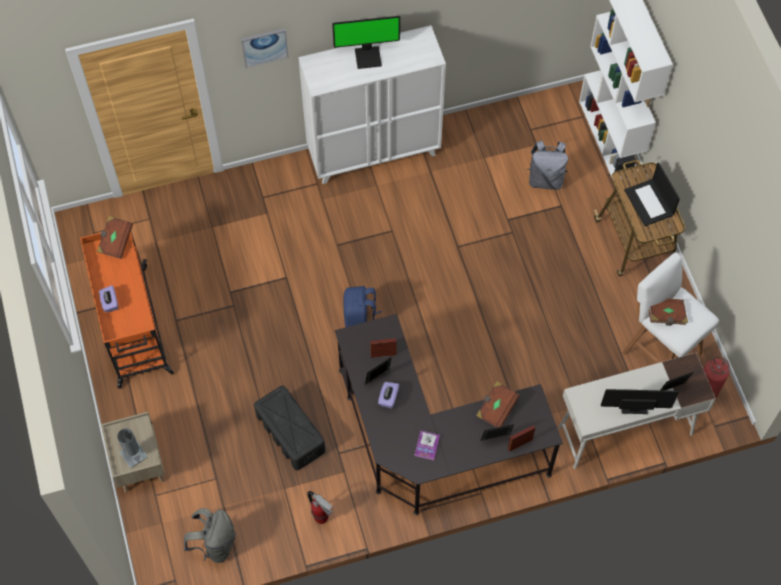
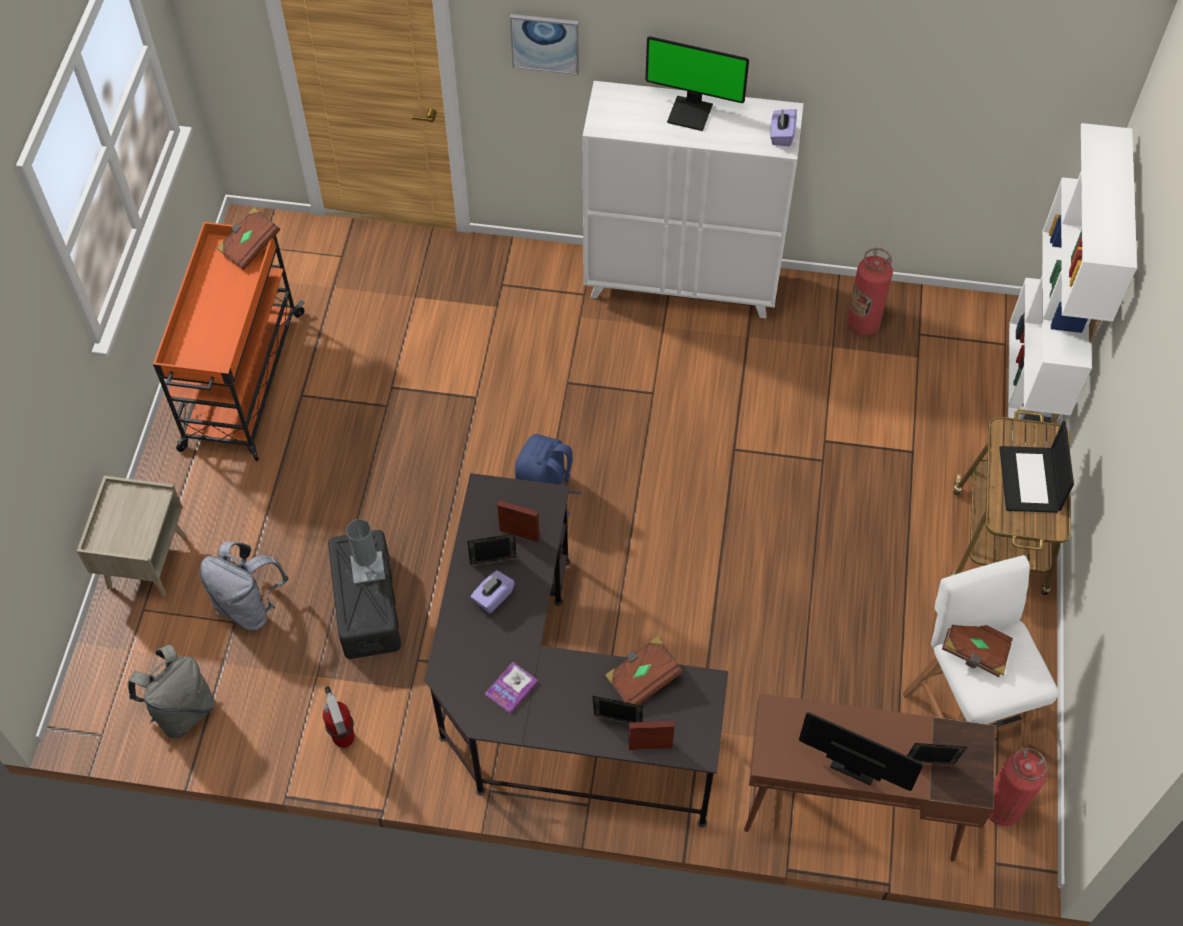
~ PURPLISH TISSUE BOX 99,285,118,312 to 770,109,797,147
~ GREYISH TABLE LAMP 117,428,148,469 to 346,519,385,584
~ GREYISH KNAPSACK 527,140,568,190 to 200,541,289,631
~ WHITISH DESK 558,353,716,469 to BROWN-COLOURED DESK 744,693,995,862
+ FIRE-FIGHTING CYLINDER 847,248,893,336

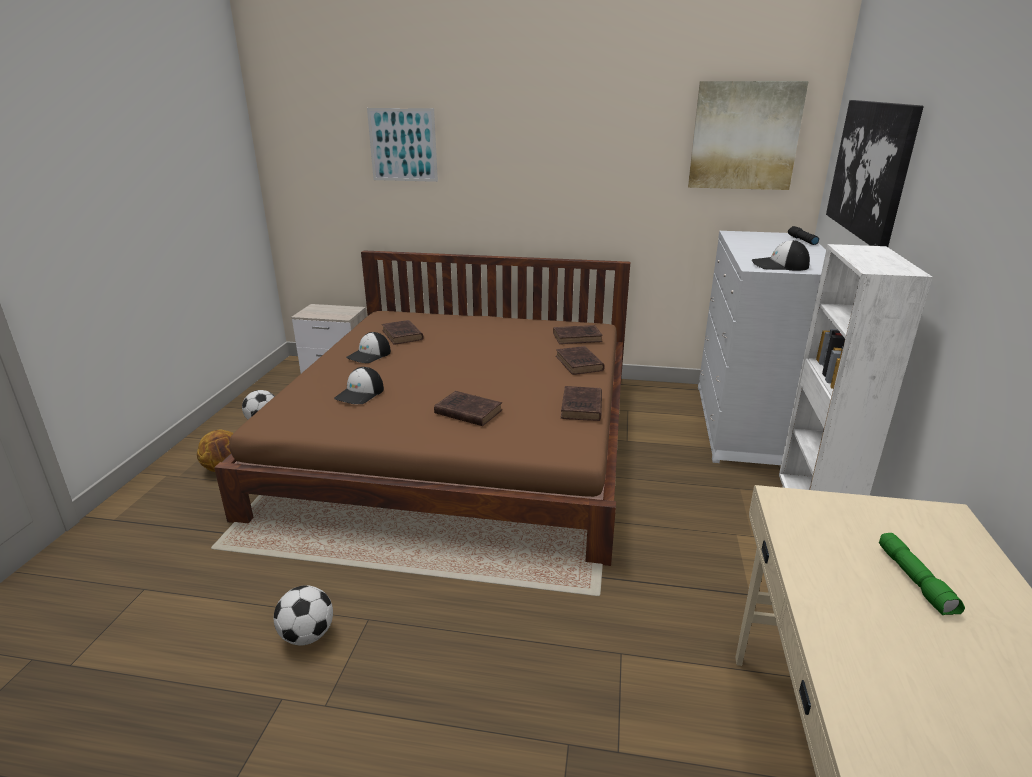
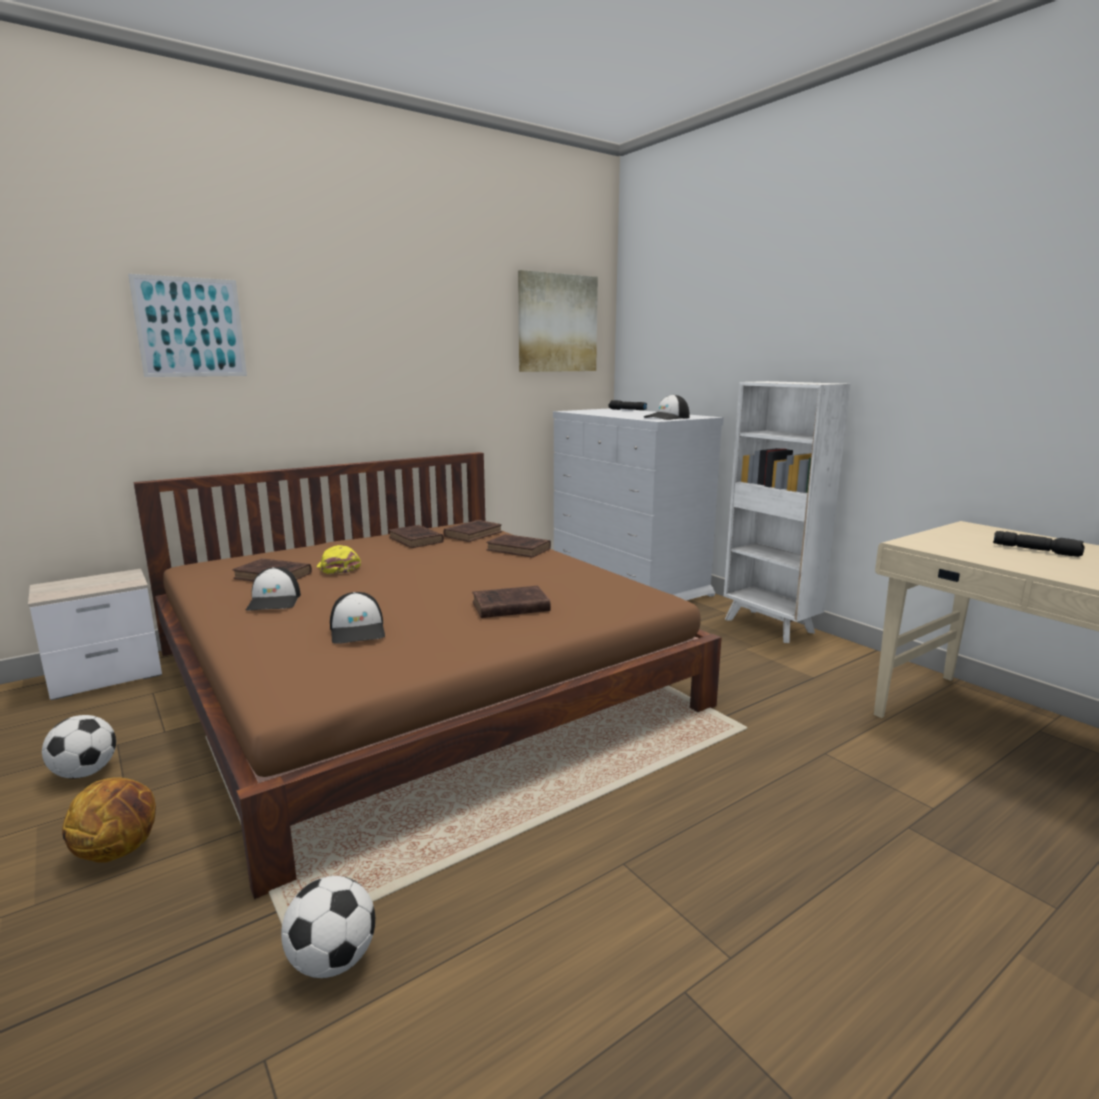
~ FOOTBALL BALL 274,585,333,645 to 281,876,375,978
~ BROWN-COLOURED VOLUME 561,386,602,421 to 389,525,444,548
- PICTURE 826,100,924,247
~ GREEN-COLOURED TORCH 879,533,965,615 to BLACKISH TORCH 993,531,1085,557
+ YELLOW CAP 317,545,361,574

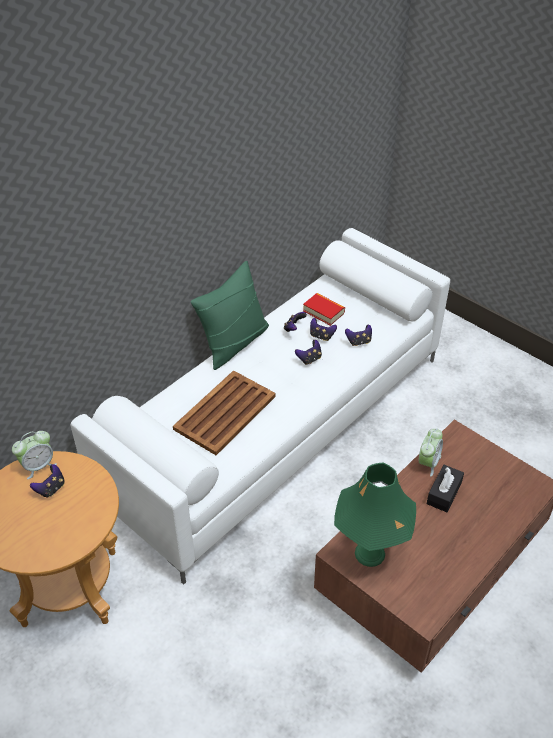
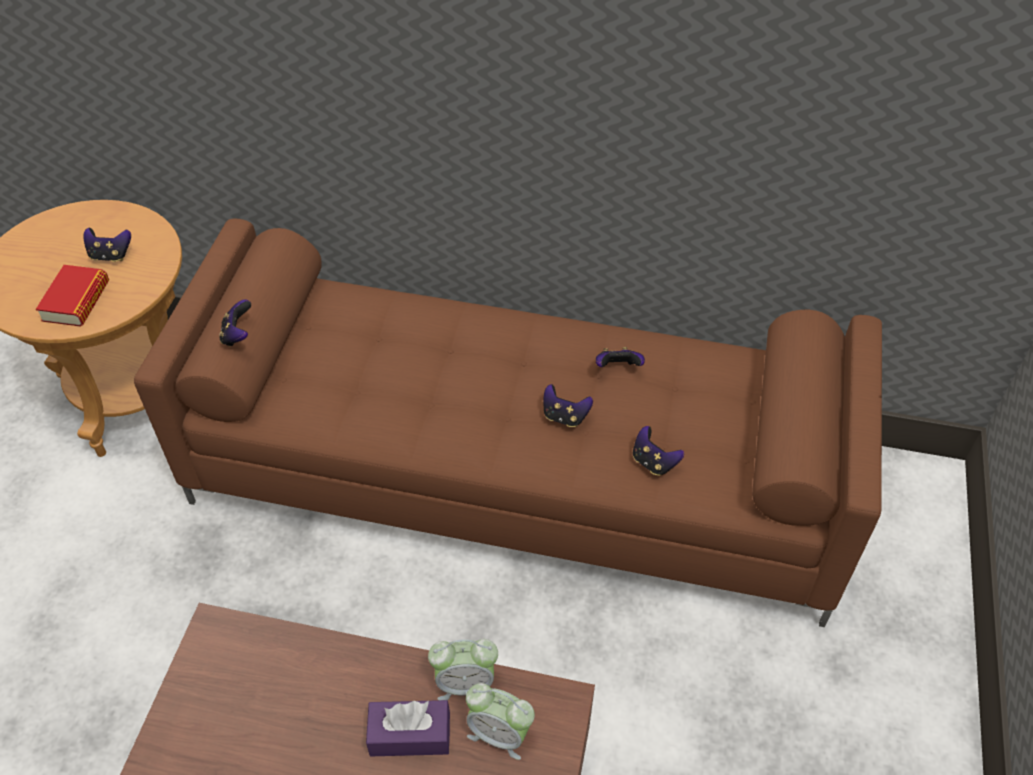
~ TABLE CLOCK 12,431,57,479 to 466,683,535,760
~ WHITISH SETTEE 71,228,450,585 to BROWN-COLOURED SETTEE 134,218,882,627
- BROWN-COLOURED CARRYING TRAY 173,370,276,455
- GREEN-COLOURED CUSHION 191,261,269,370
~ VOLUME 303,293,345,326 to 36,265,109,327
~ JOYPAD 310,318,337,341 to 219,299,251,347
- GREEN-COLOURED TABLE LAMP 334,463,416,567
~ BLACKISH TISSUE BOX 427,465,464,512 to PURPLISH TISSUE BOX 366,700,450,757

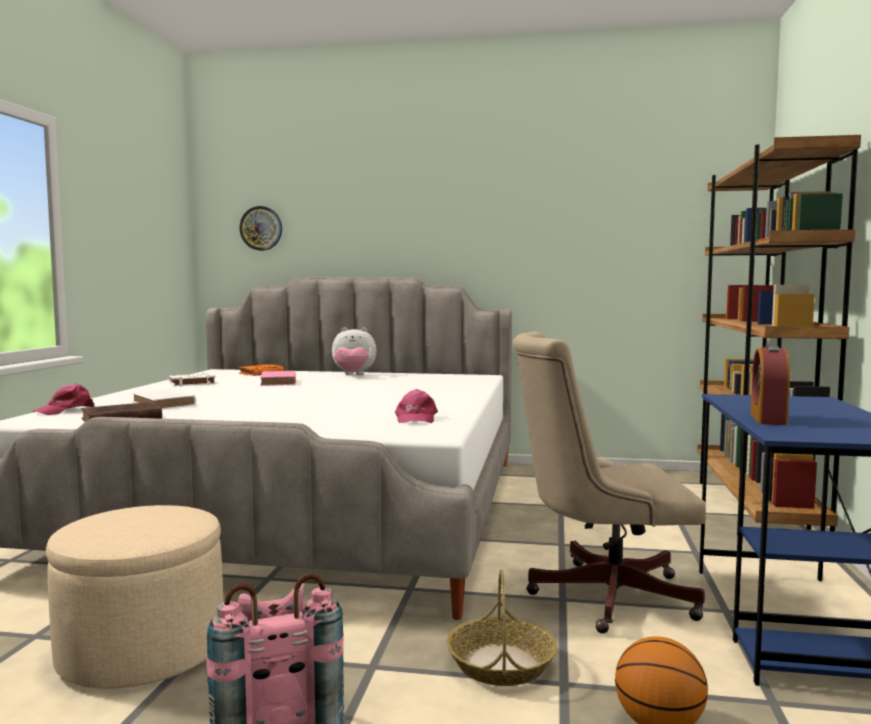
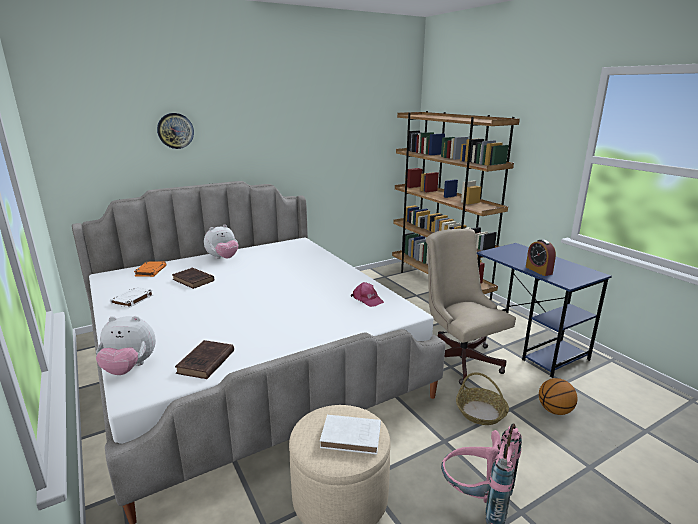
~ PINK CAP 32,383,95,415 to SOFT TOY 96,316,156,375
~ WHITISH VOLUME 132,389,196,409 to 320,415,381,455
~ WALL CLOCK 239,206,282,251 to 157,113,194,149
~ PINK VOLUME 260,371,296,386 to BROWN-COLOURED VOLUME 172,268,214,289
~ BEIGE-COLOURED COMPUTER CHAIR 513,332,706,634 = 426,229,516,385 105 degrees clockwise

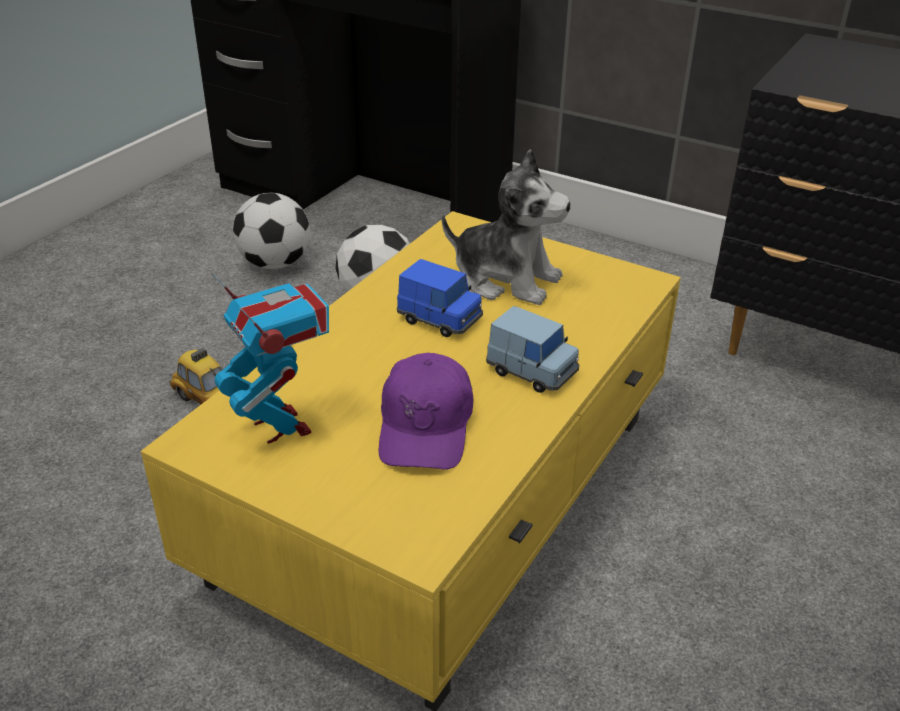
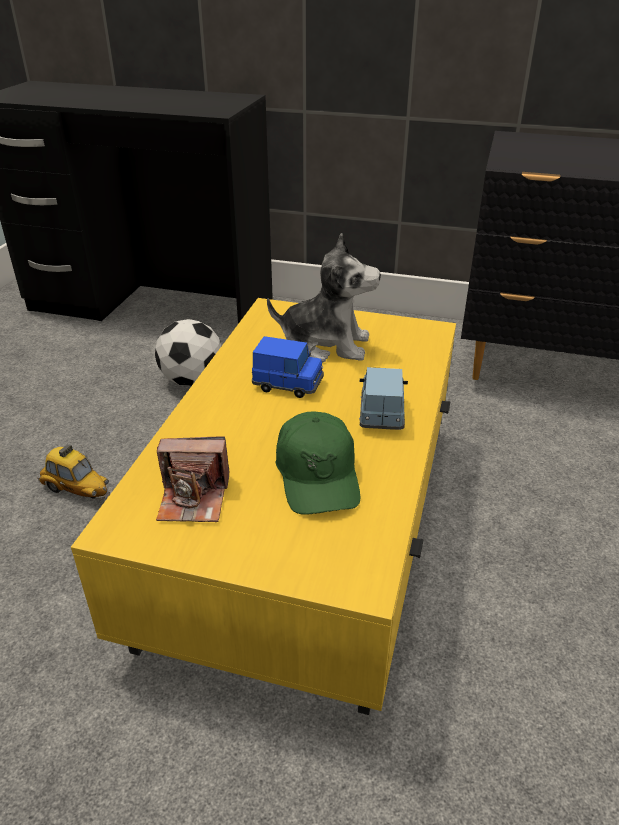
~ ROBOT FIGURE 211,272,329,444 to PHOTO CAMERA 156,436,229,522
- FOOTBALL BALL 233,193,310,269
~ PURPLISH CAP 379,353,474,469 to GREEN-COLOURED CAP 276,411,360,515
~ BLUE-COLOURED TOY CAR 486,306,579,393 = 359,367,408,430 105 degrees counterclockwise

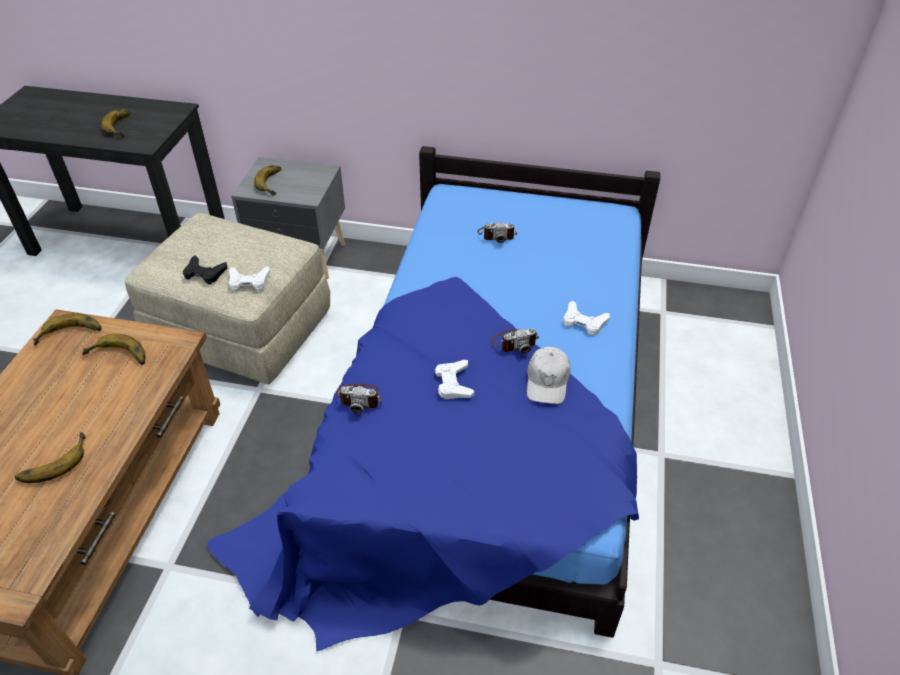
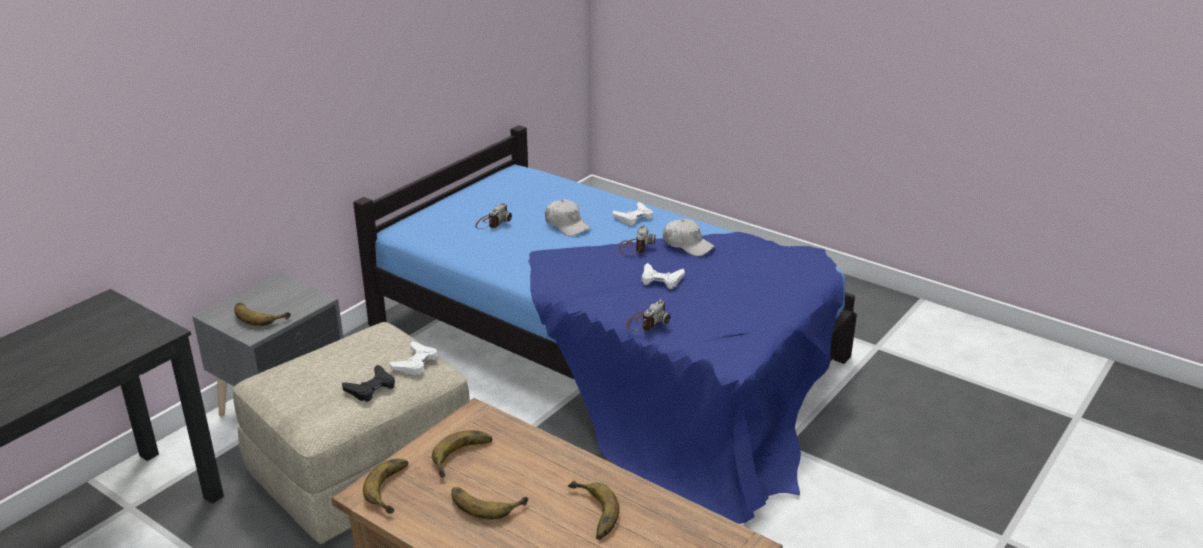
~ BANANA 101,109,131,138 to 451,487,529,519
+ WHITISH CAP 545,200,591,236

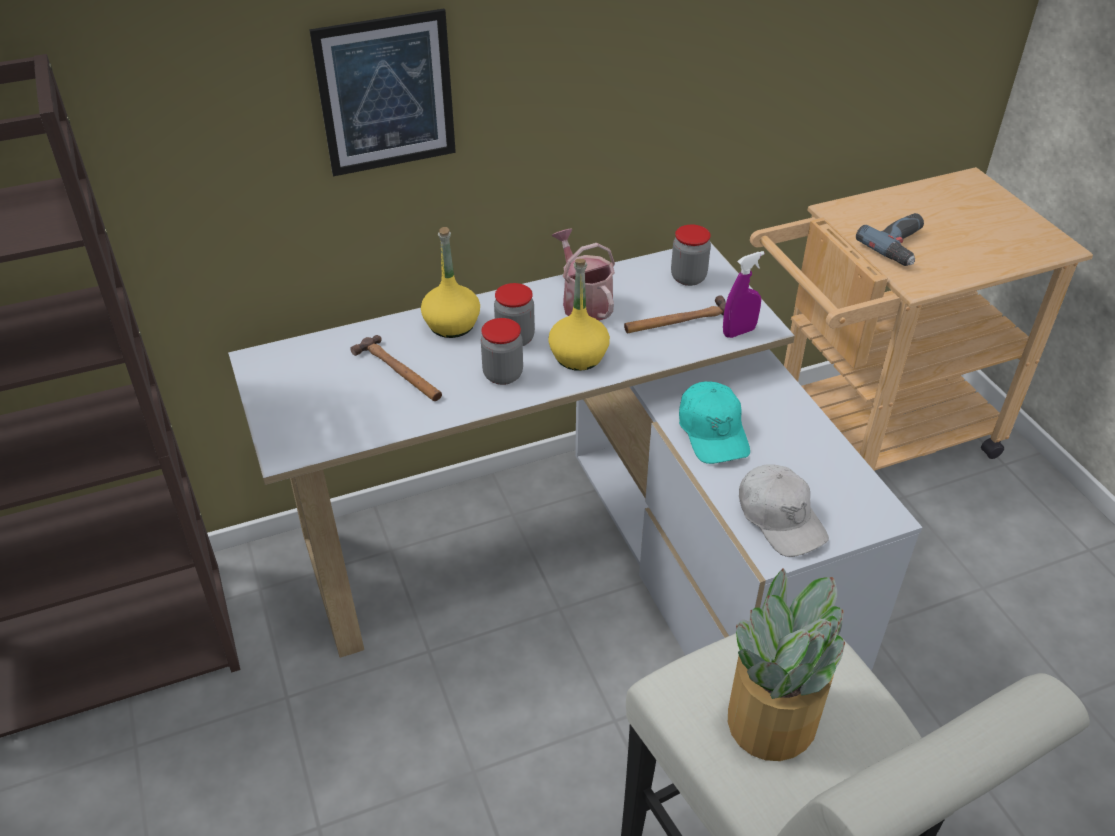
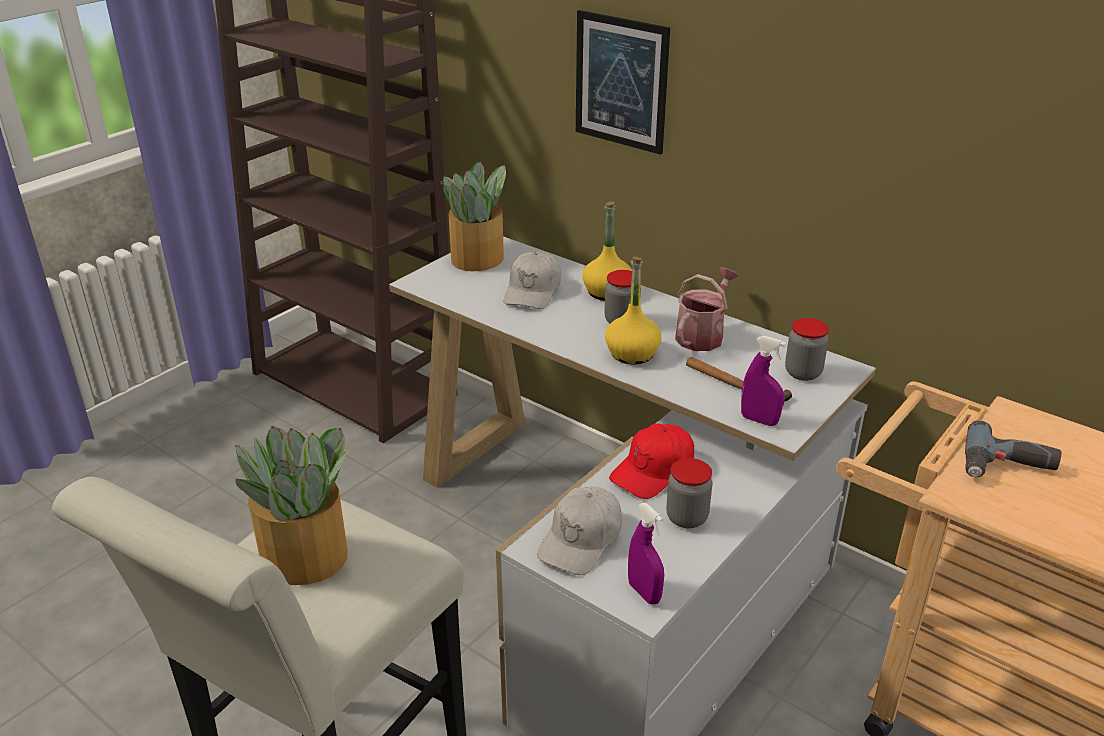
~ HAND HAMMER 350,335,442,401 to WHITISH CAP 503,252,561,309
~ JAR 481,318,523,385 to 666,458,712,528
~ TURQUOISE CAP 679,382,750,464 to REDDISH CAP 609,423,694,499
+ HOUSEPLANT 443,161,506,271
+ PURPLISH SPRAYER 628,503,664,605

